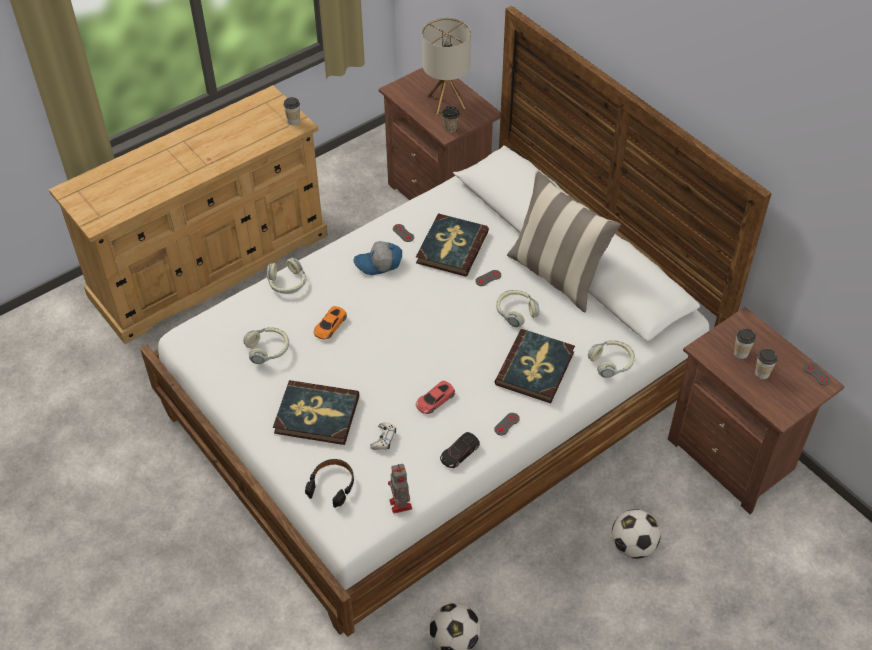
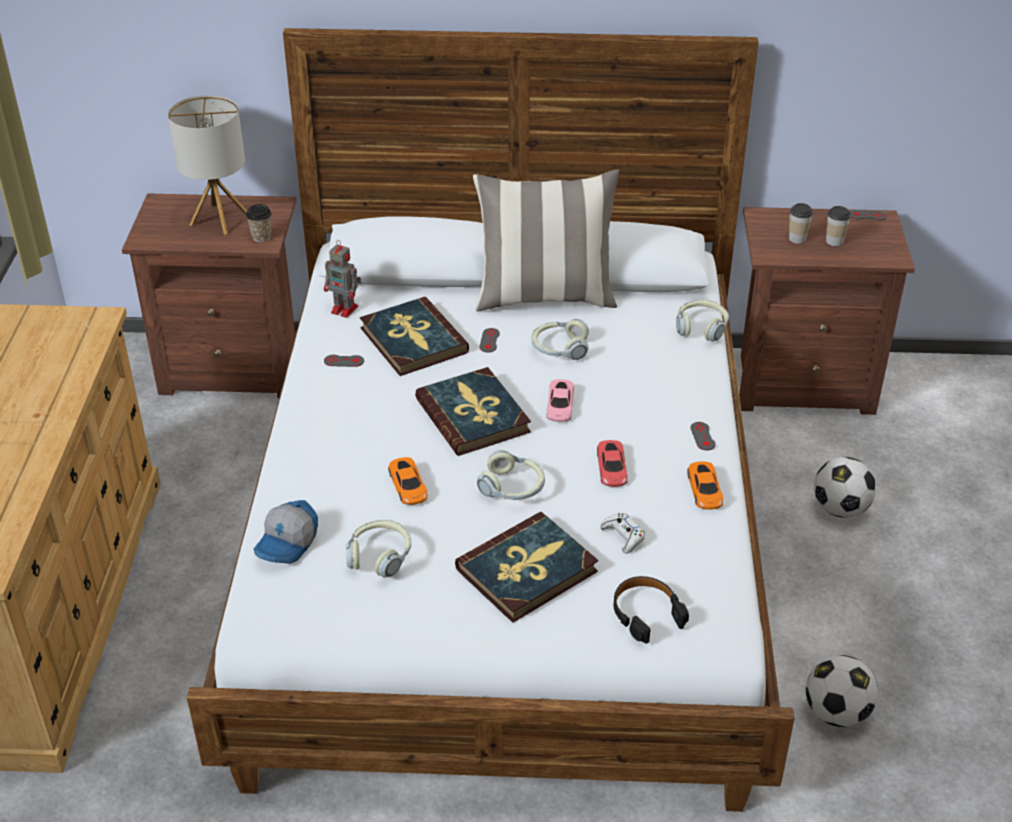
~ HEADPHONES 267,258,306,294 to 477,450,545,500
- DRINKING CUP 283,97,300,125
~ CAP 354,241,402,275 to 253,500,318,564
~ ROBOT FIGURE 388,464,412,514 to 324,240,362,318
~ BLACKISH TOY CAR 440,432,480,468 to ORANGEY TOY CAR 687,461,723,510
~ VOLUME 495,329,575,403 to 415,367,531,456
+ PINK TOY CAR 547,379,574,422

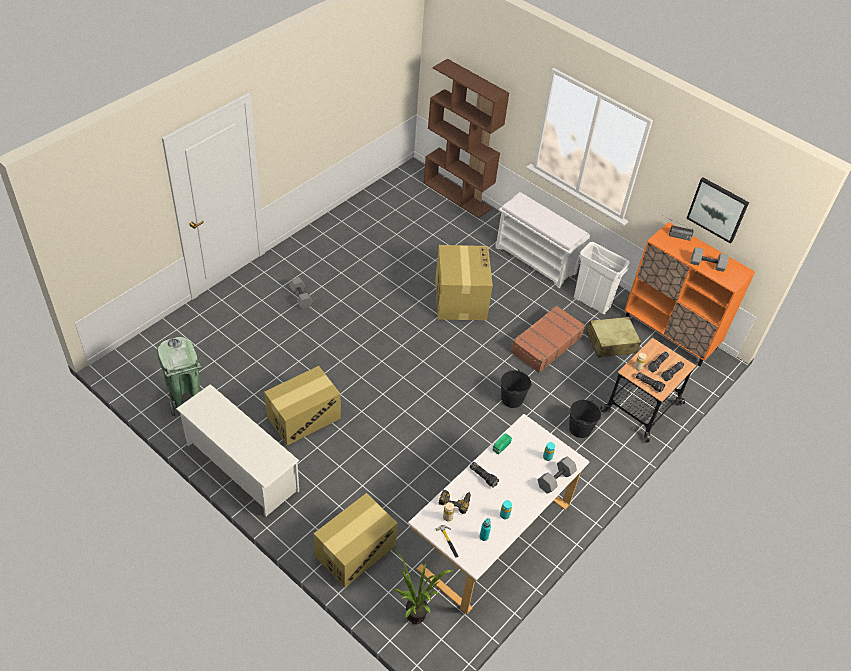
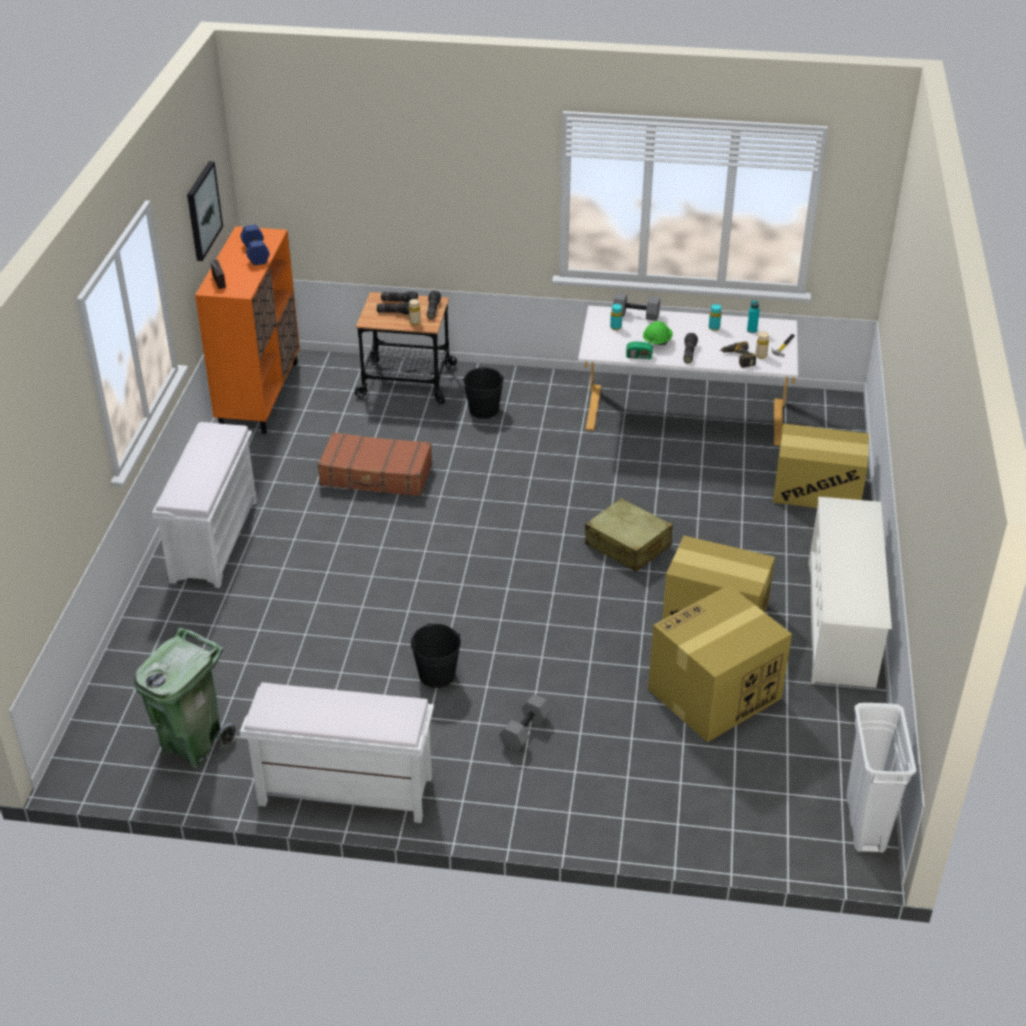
~ GREEN-COLOURED RUBBISH BIN 157,337,202,418 to 134,627,236,768
- HOUSEPLANT 394,550,453,624
- BROWN-COLOURED SHELVING UNIT 424,59,509,218
~ CARDBOARD BOX 435,245,493,320 to 648,585,792,742
~ BLACKISH BUCKET 501,369,532,408 to 411,624,461,688
~ WHITISH RUBBISH BIN 574,242,630,314 to 846,703,916,853
~ BEIGE-COLOURED SUITCASE 586,317,641,358 to 585,498,673,572
~ GREYISH FREE WEIGHT 690,247,729,272 to BLUE-COLOURED FREE WEIGHT 240,224,270,265
+ WHITISH INDOOR BENCH 240,682,434,823
+ GREEN-COLOURED SAFETY HELMET 643,321,673,345

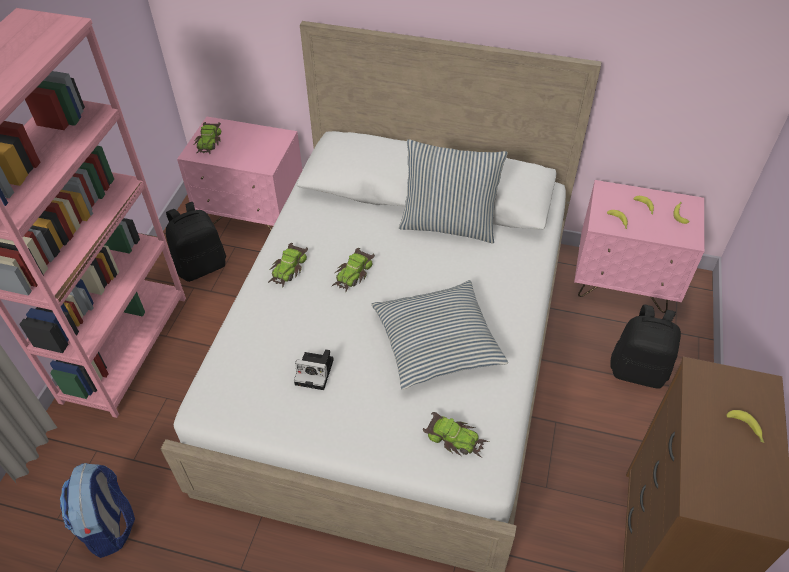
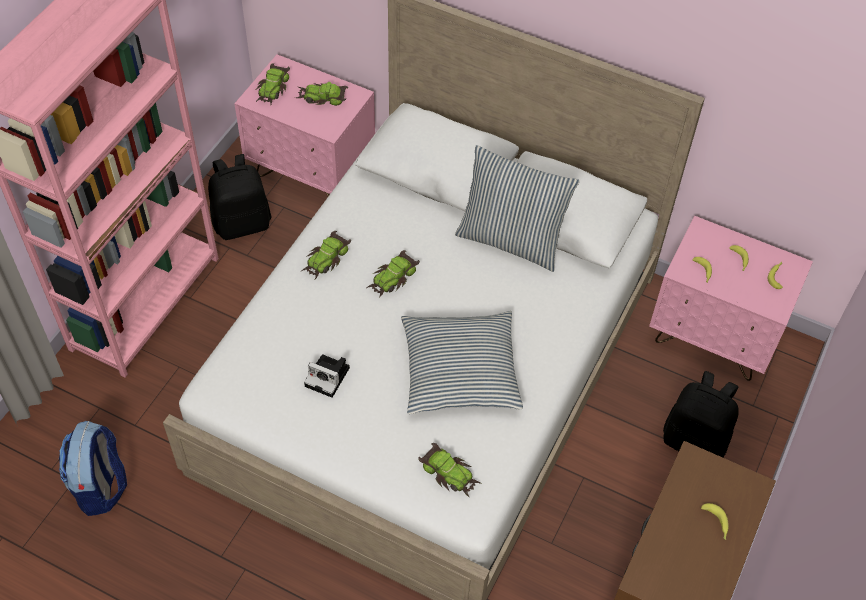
+ TOY CAR 296,82,348,106

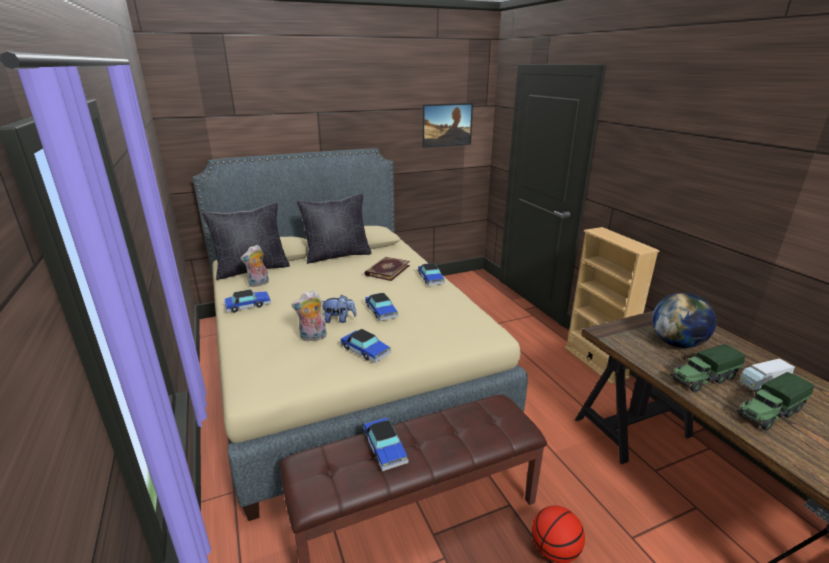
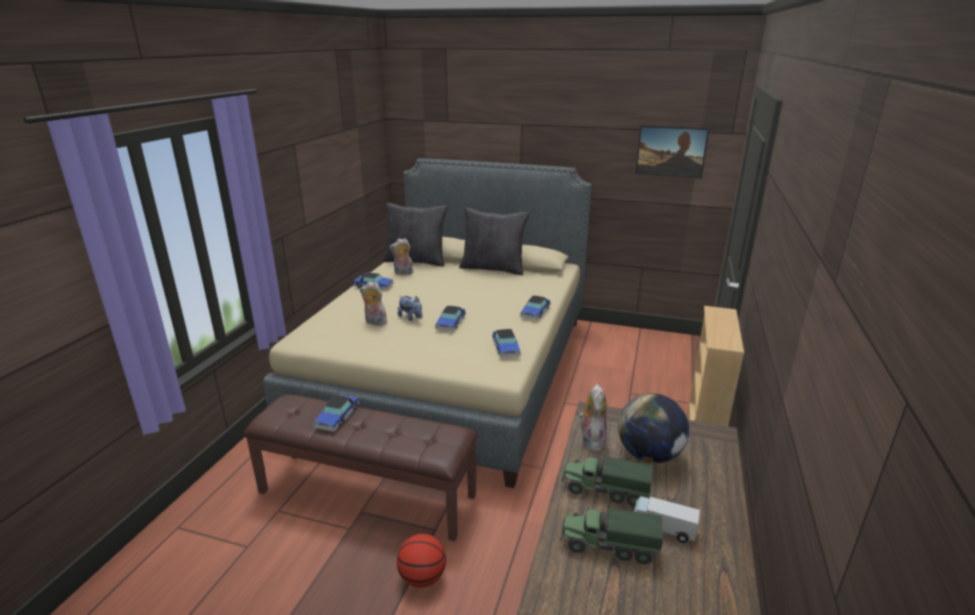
~ TOY CAR 340,329,391,363 to 492,329,521,358
- VOLUME 364,257,410,281
+ SOFT TOY 579,384,607,452

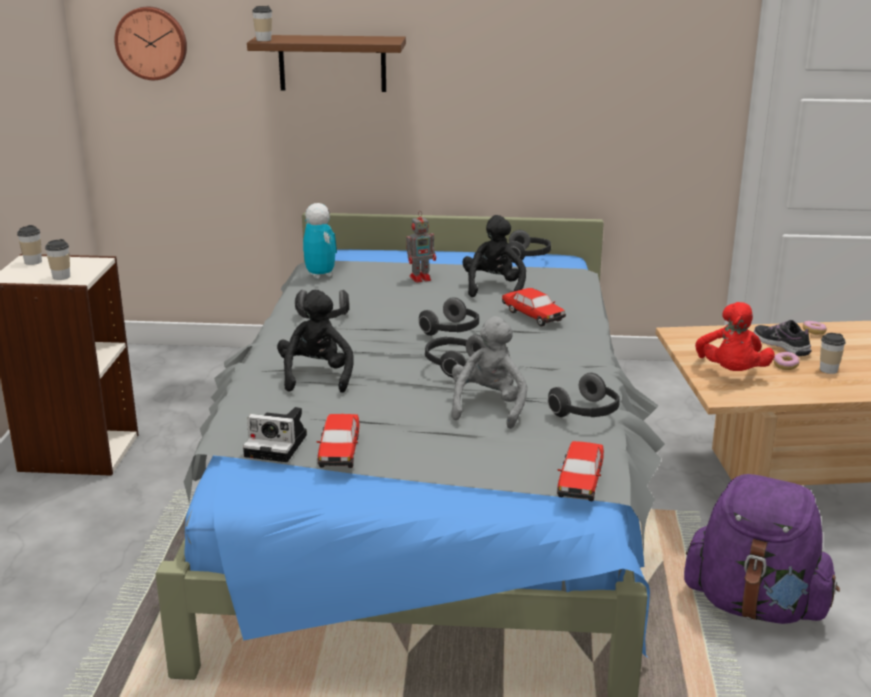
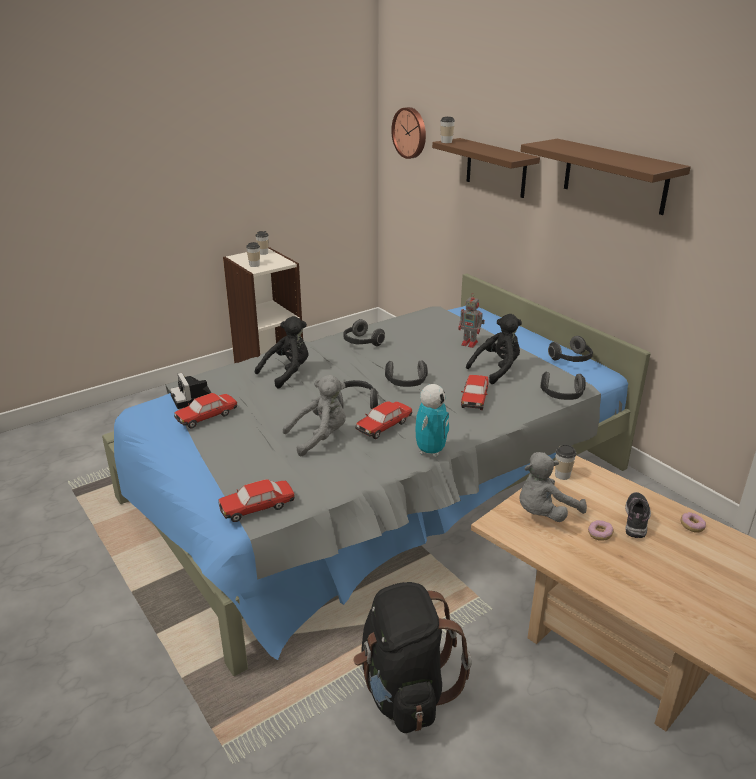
~ ROBOT FIGURE 303,203,337,279 to 416,384,449,457
~ HEADPHONES 548,373,620,417 to 540,371,586,400
~ PURPLISH KNAPSACK 684,474,840,624 to BLACKISH KNAPSACK 353,582,472,733
~ REDDISH SOFT TOY 695,302,775,371 to GREYISH SOFT TOY 519,452,587,522
~ DRINKING CUP 820,333,846,374 to 555,445,576,480
+ TOY CAR 355,401,412,439
+ BROWN-COLOURED SHELF 520,139,691,215

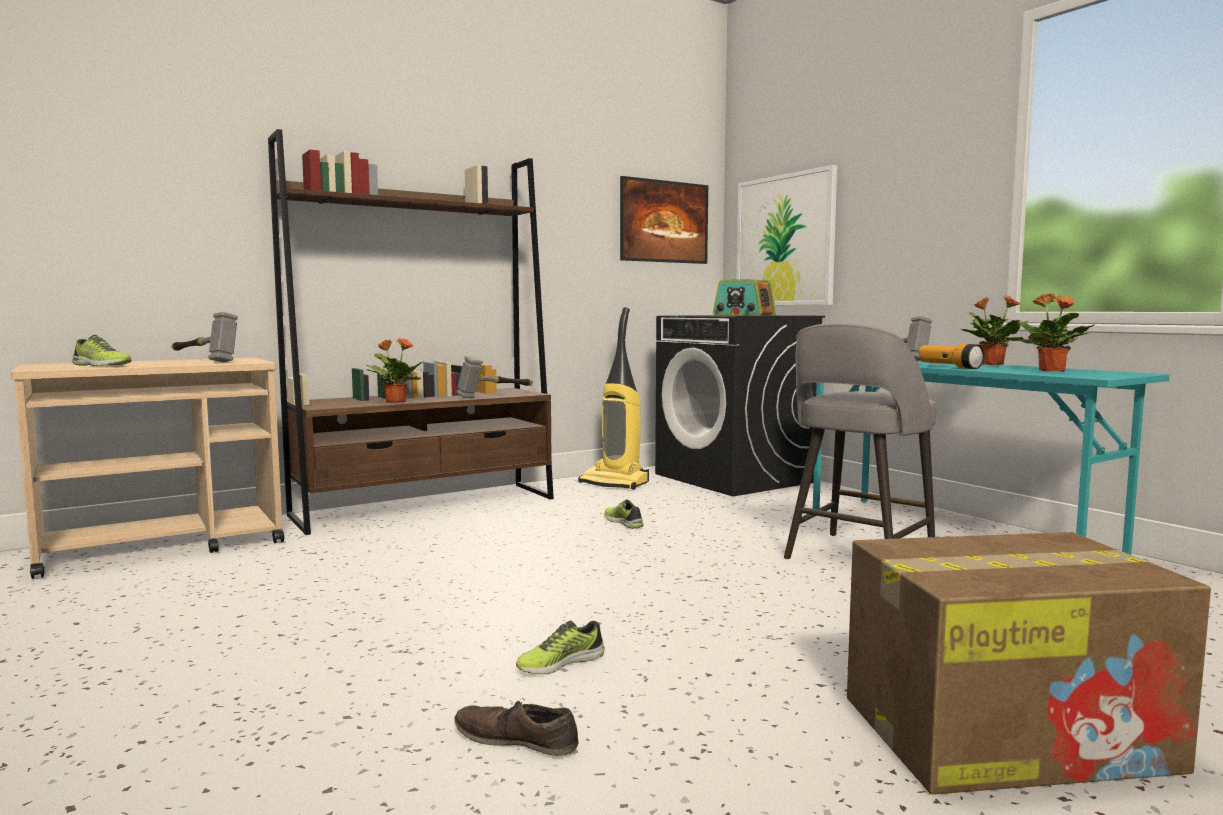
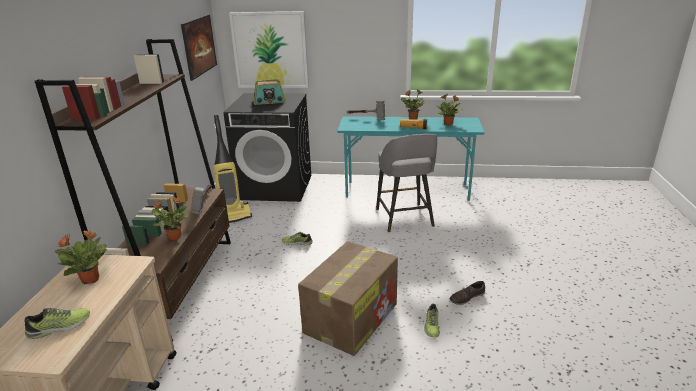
~ HAND HAMMER 171,312,238,362 to HOUSEPLANT 54,230,108,284
~ BROWN-COLOURED ITEM OF FOOTWEAR 454,699,579,756 to 450,281,485,305
~ CARDBOARD BOX 847,532,1211,795 to 298,241,398,356

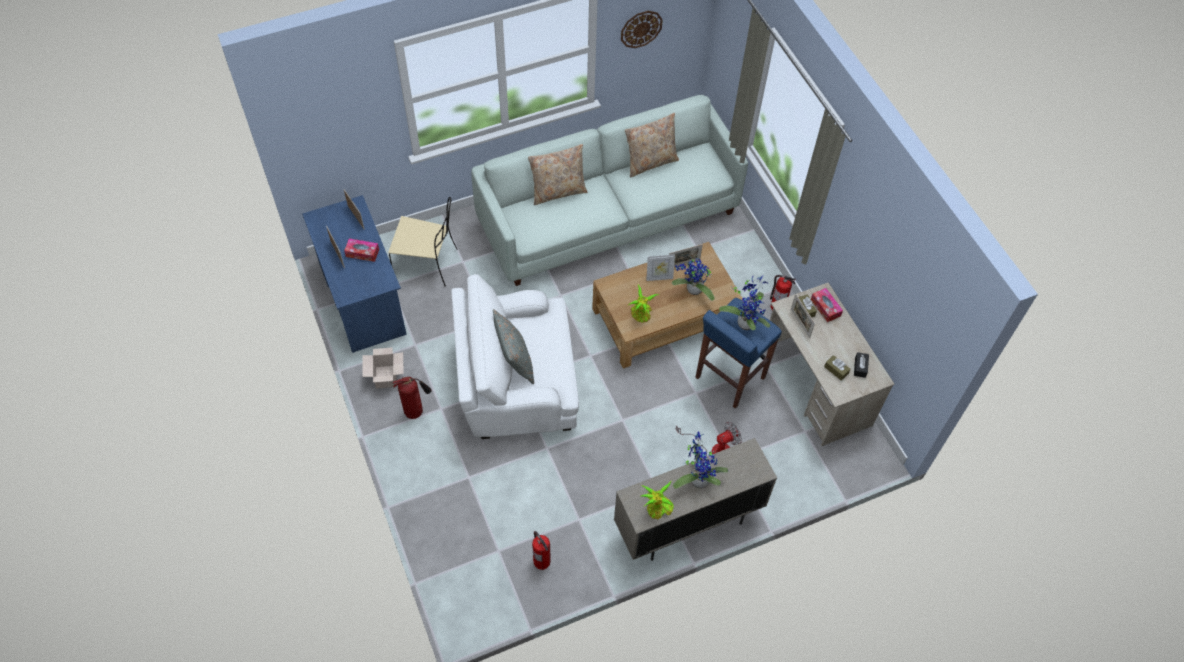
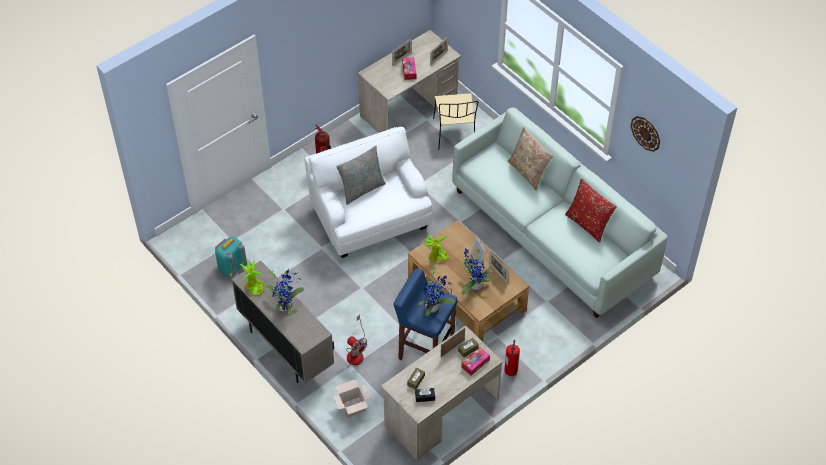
~ BLUE-COLOURED DESK 302,195,407,353 to BEIGE-COLOURED DESK 357,30,461,133
~ CARDBOARD BOX 362,347,404,389 to 333,379,370,418
~ FIRE-FIGHTING CYLINDER 532,531,551,570 to TURQUOISE KNAPSACK 215,236,247,277
~ BEIGE-COLOURED CUSHION 625,113,679,178 to REDDISH CUSHION 565,179,617,243

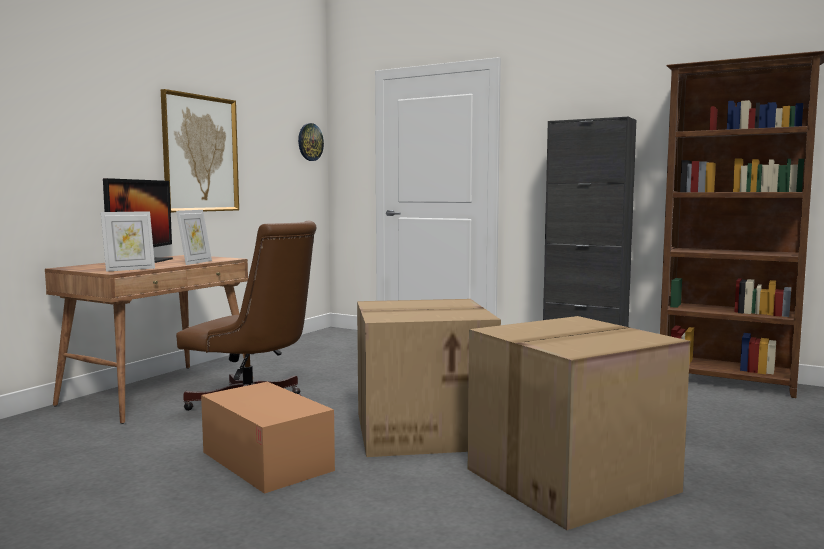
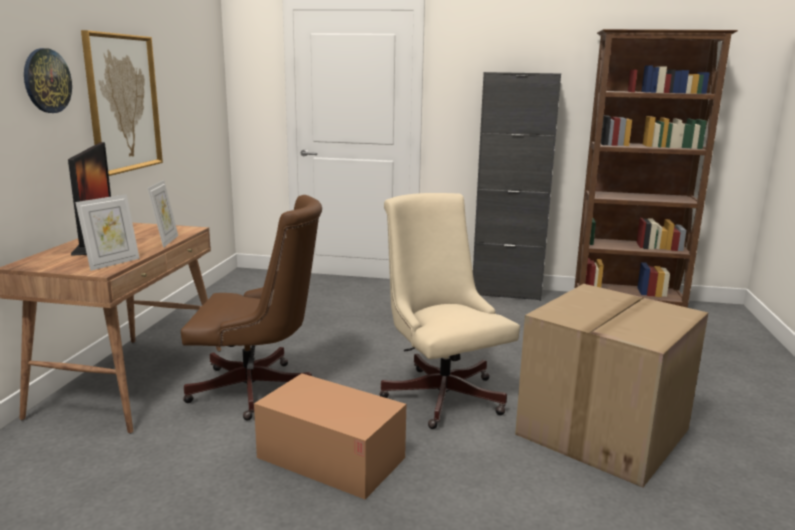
~ WALL CLOCK 298,123,324,161 to 24,48,72,113
~ CARDBOARD BOX 357,299,501,457 to BEIGE-COLOURED COMPUTER CHAIR 379,193,520,429

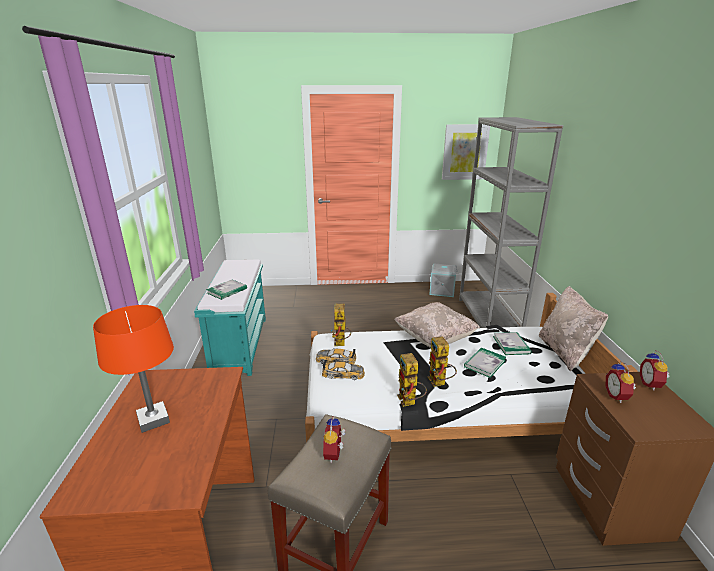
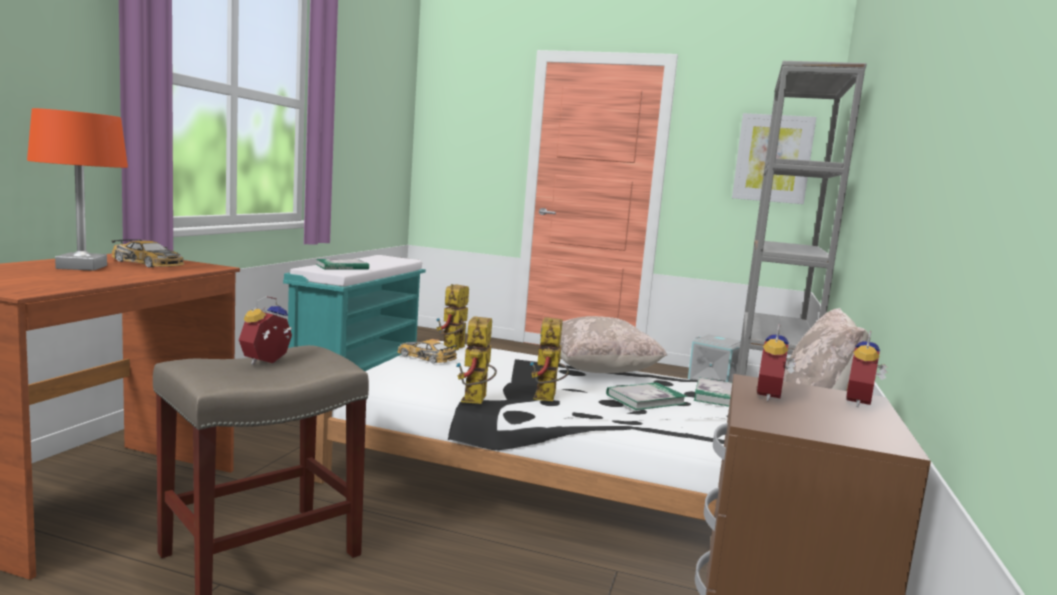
~ TOY CAR 322,360,365,380 to 111,239,184,267

